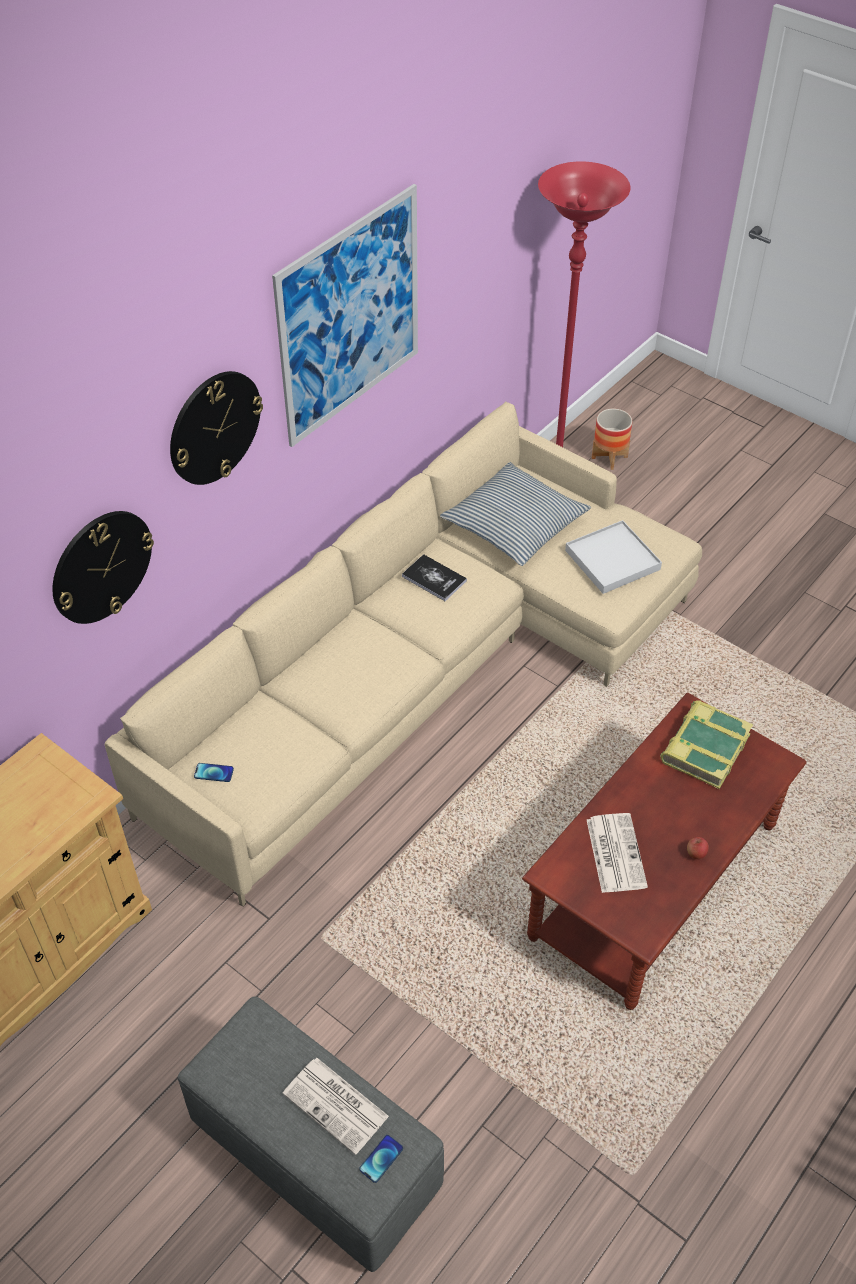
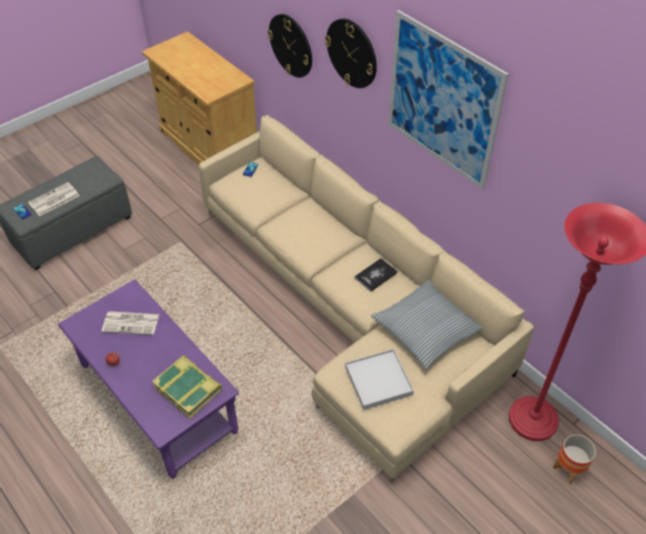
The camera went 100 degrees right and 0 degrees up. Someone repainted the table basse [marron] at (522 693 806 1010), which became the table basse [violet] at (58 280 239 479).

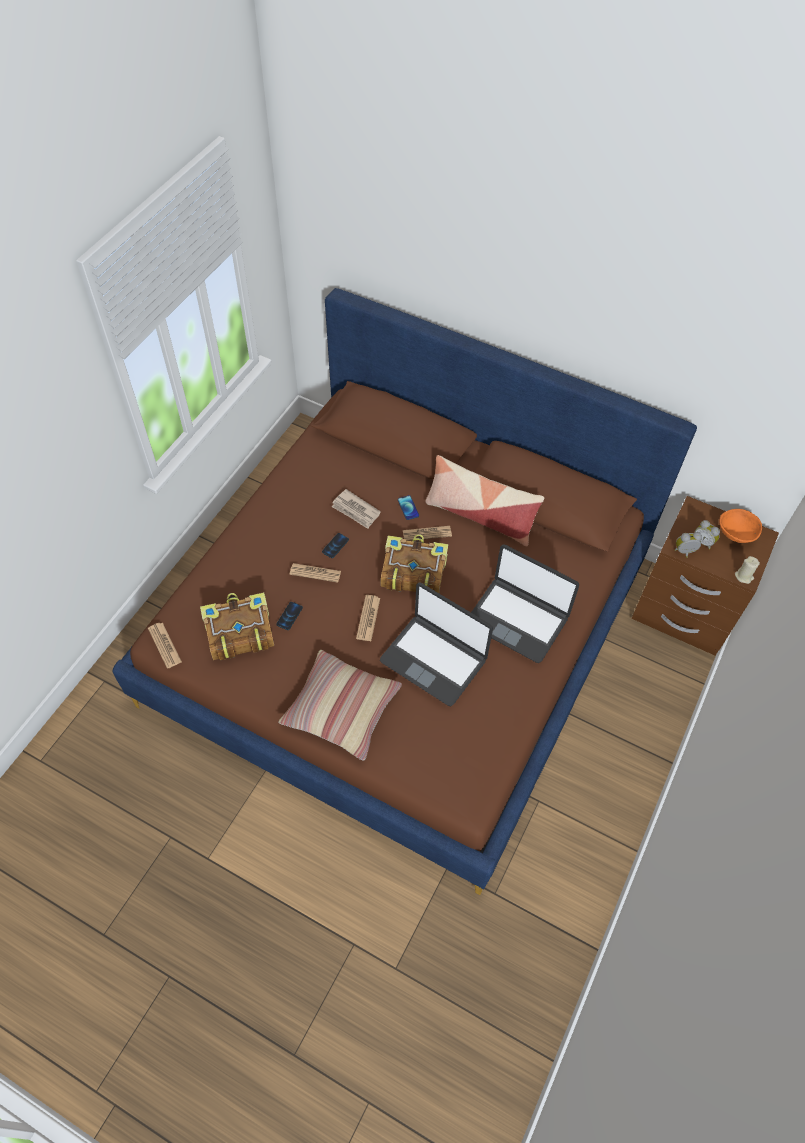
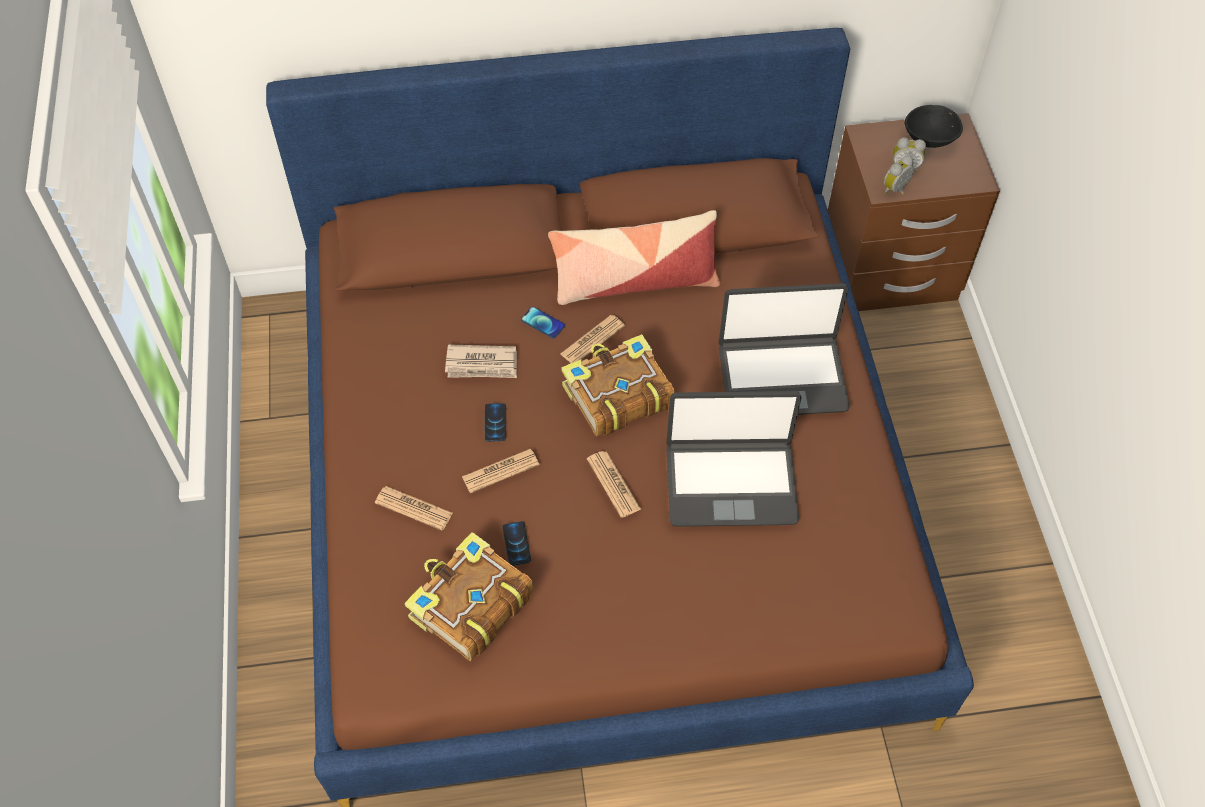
The camera went 35 degrees left and 0 degrees up. Someone took away the coussin at (278 650 402 761). Someone took away the bougie [beige] at (735 556 760 584). Someone carried the journal from (148 623 182 669) to (375 486 453 531). Someone repainted the bol [orange] at (719 509 762 543), which became the bol [noir] at (905 105 963 148).

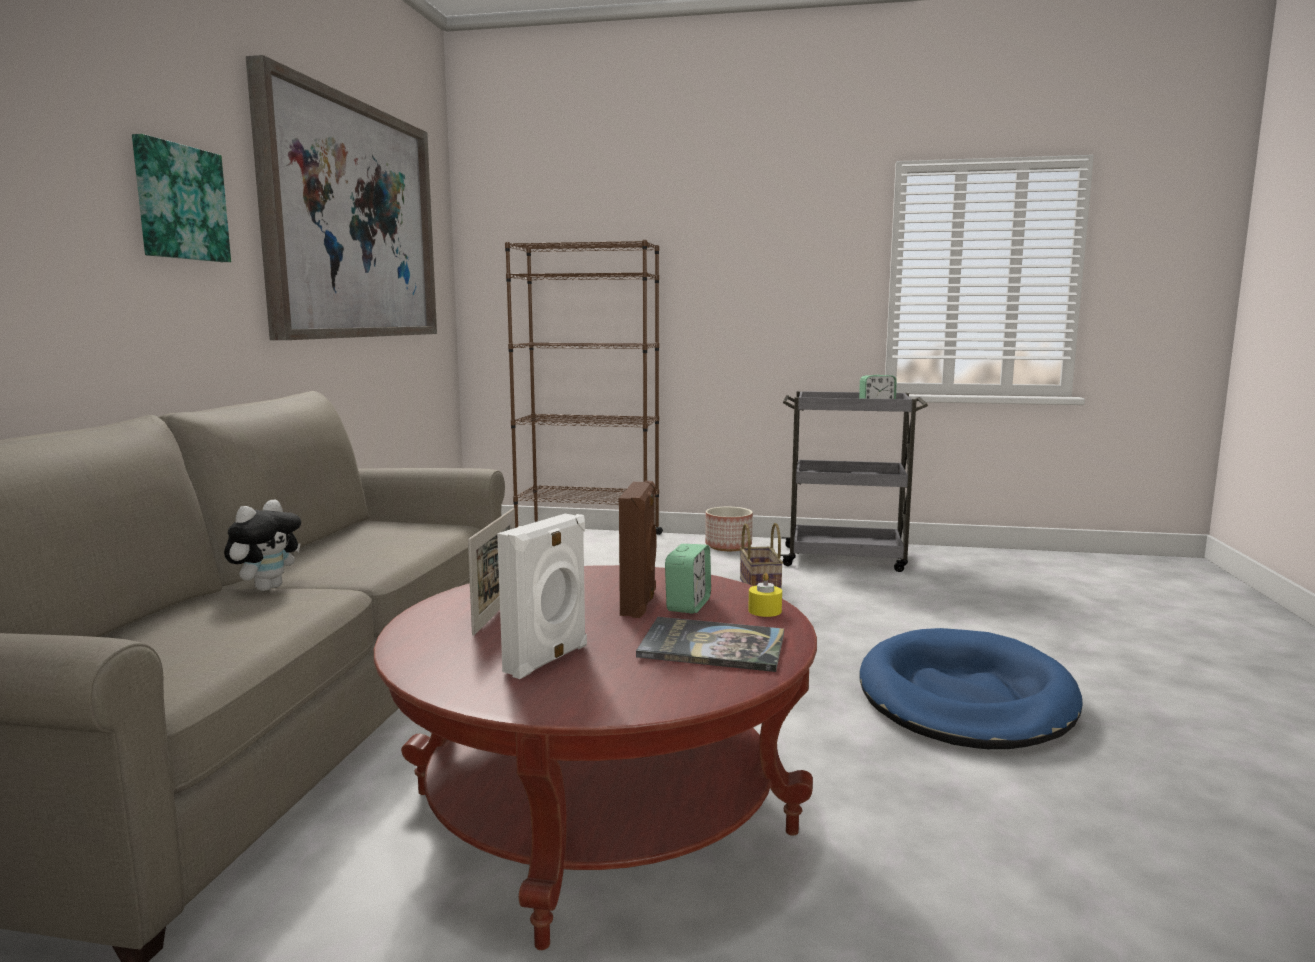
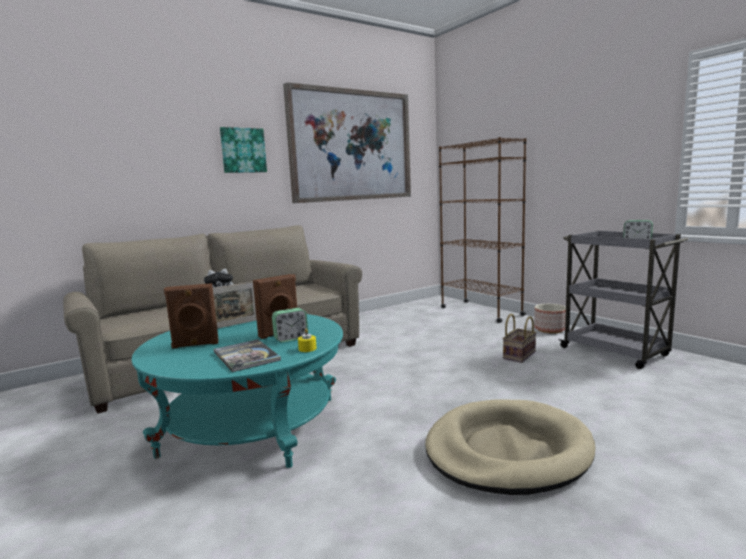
The camera went 45 degrees right and 0 degrees up. Someone repainted the table basse [rouge] at (374 565 817 950), which became the table basse [turquoise] at (131 314 343 468). Someone repainted the enceinte [blanc] at (497 514 587 679), which became the enceinte [marron] at (164 283 219 349). Someone repainted the panier pour chien [bleu] at (860 628 1083 749), which became the panier pour chien [beige] at (425 399 596 495).

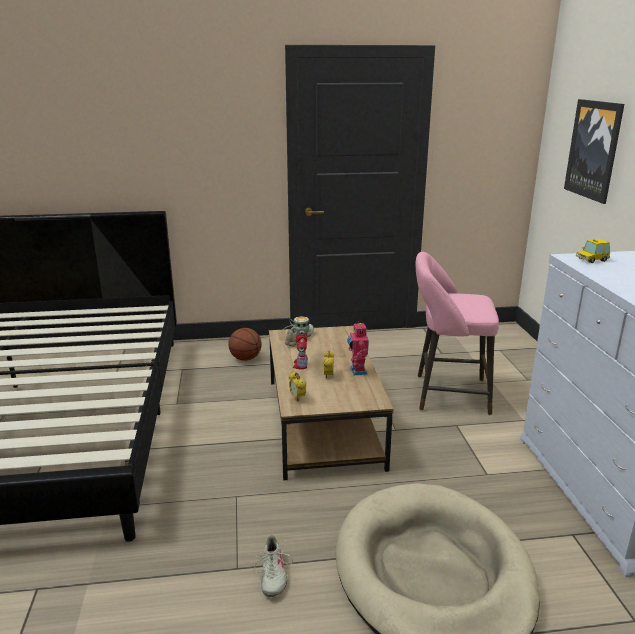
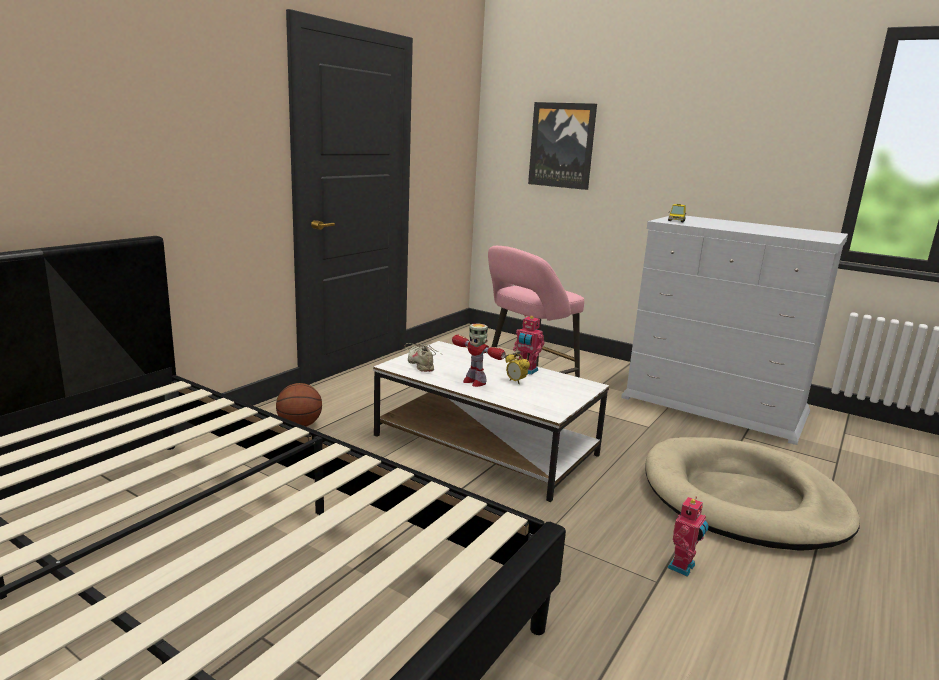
The camera went 50 degrees left and 5 degrees down. Someone took away the réveil at (289 372 306 401). Someone swapped the chaussure [beige] at (253 535 293 597) for the robot jouet at (667 497 709 577). Someone repainted the table basse [marron] at (269 326 393 480), which became the table basse [blanc] at (373 341 609 502).

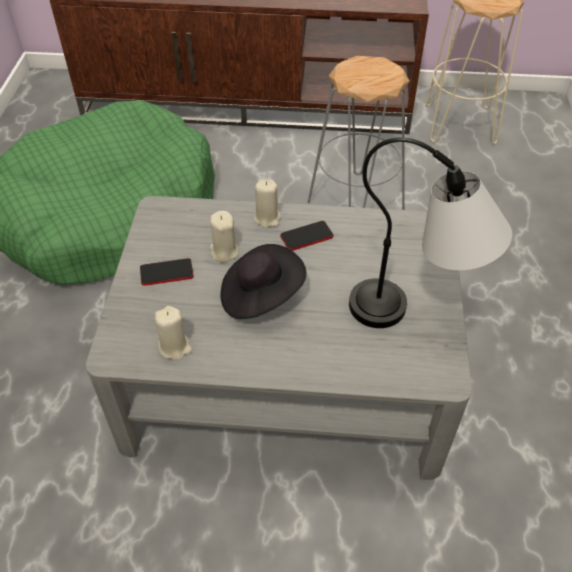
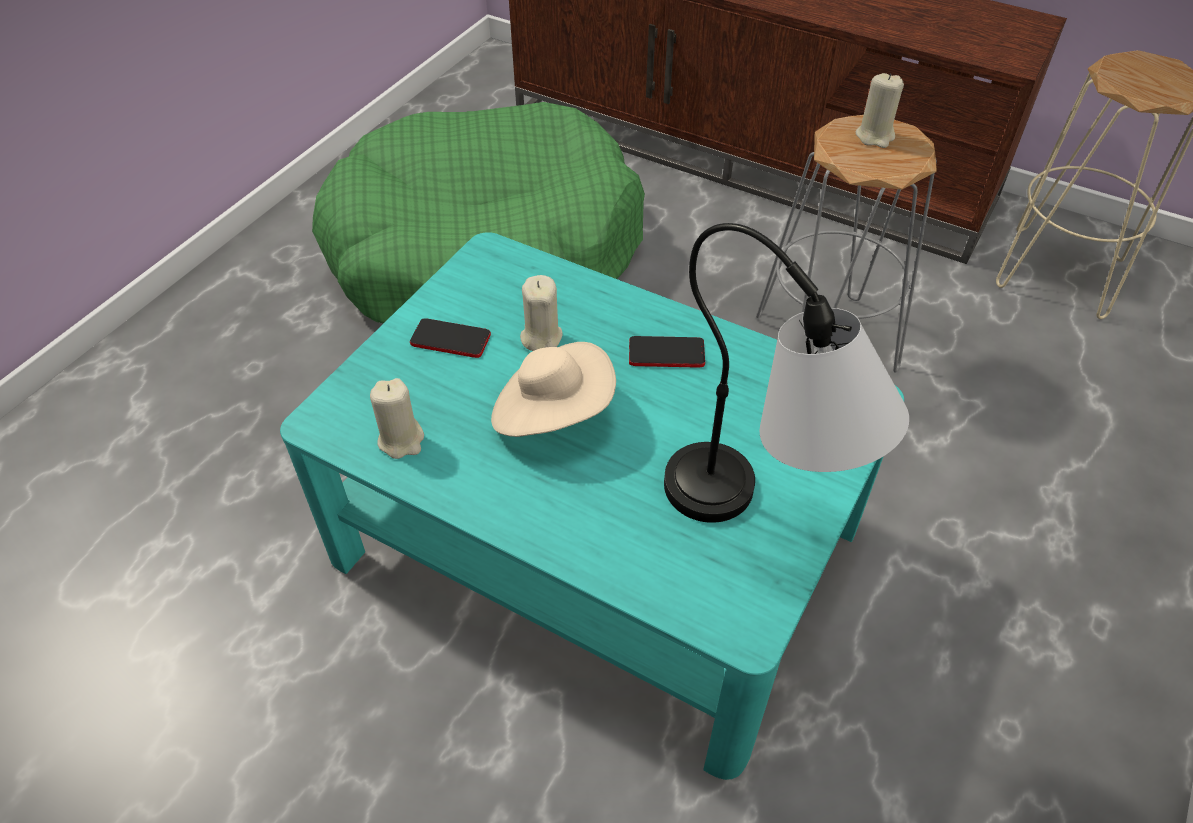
The camera went 25 degrees right and 0 degrees up. Someone carried the bougie [beige] from (254 179 281 228) to (856 73 904 148). Someone repainted the table basse [gris] at (86 196 472 480), which became the table basse [turquoise] at (280 232 904 780). Someone repainted the chapeau [noir] at (221 244 306 319), which became the chapeau [beige] at (491 342 616 437).

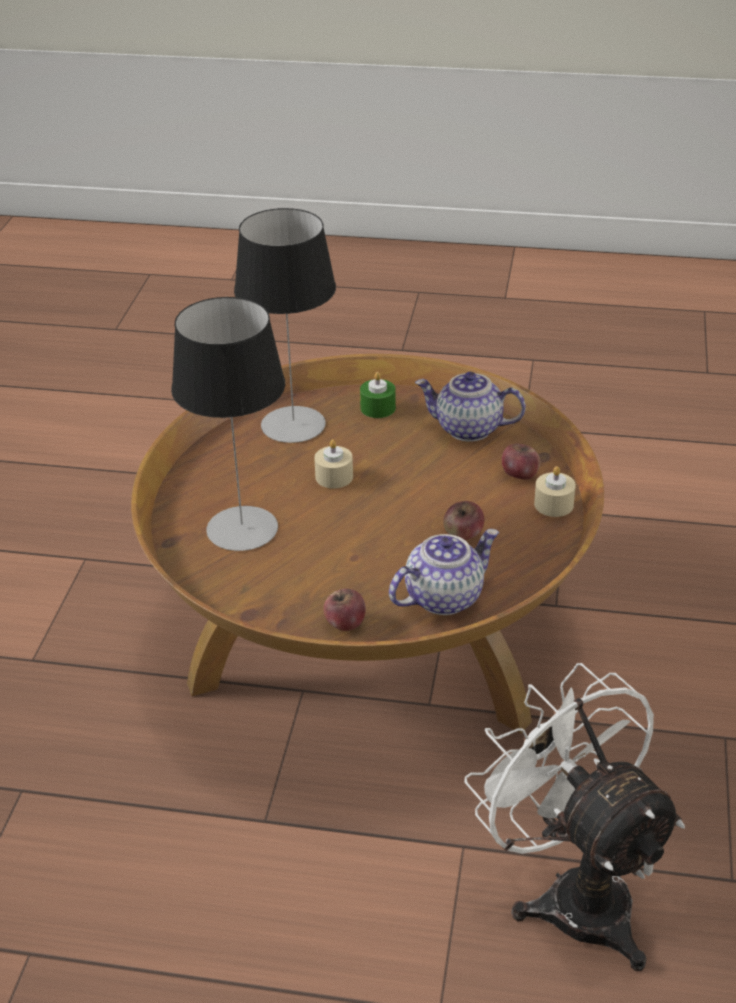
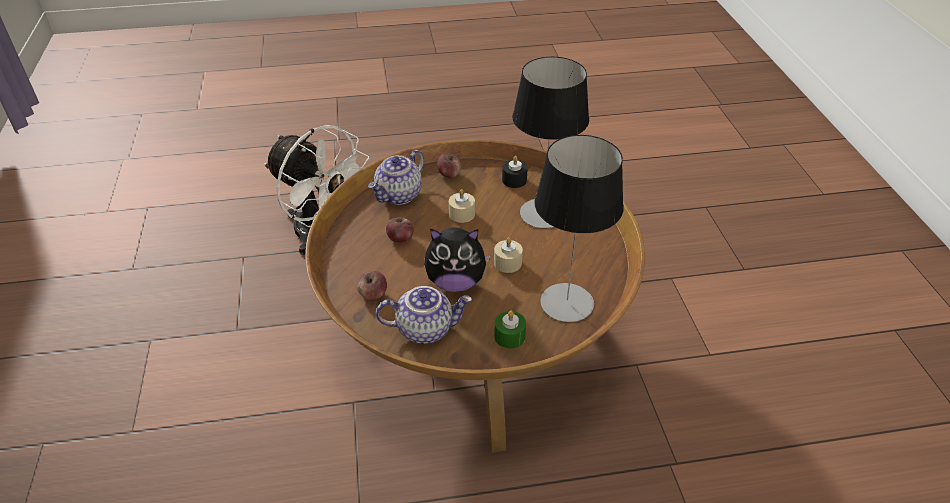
The camera went 160 degrees right and 5 degrees up. Someone put down the peluche at (424 227 491 292). Someone put down the bougie [noir] at (502 156 528 188). Someone carried the bougie [beige] from (534 466 576 517) to (449 189 475 223).

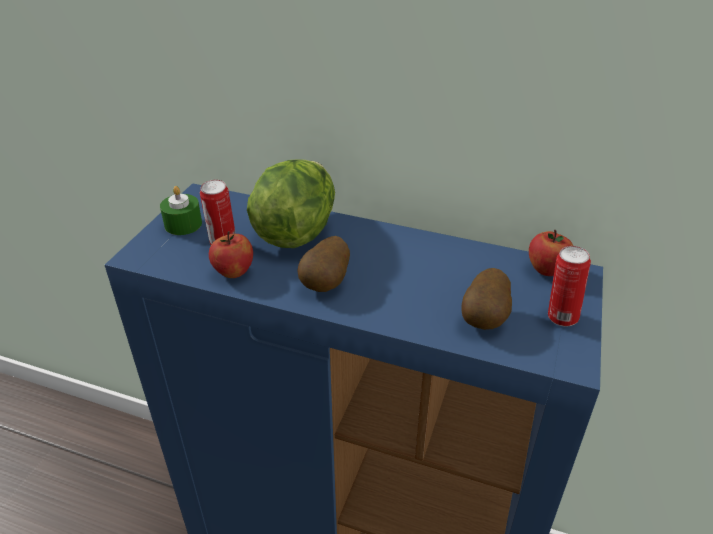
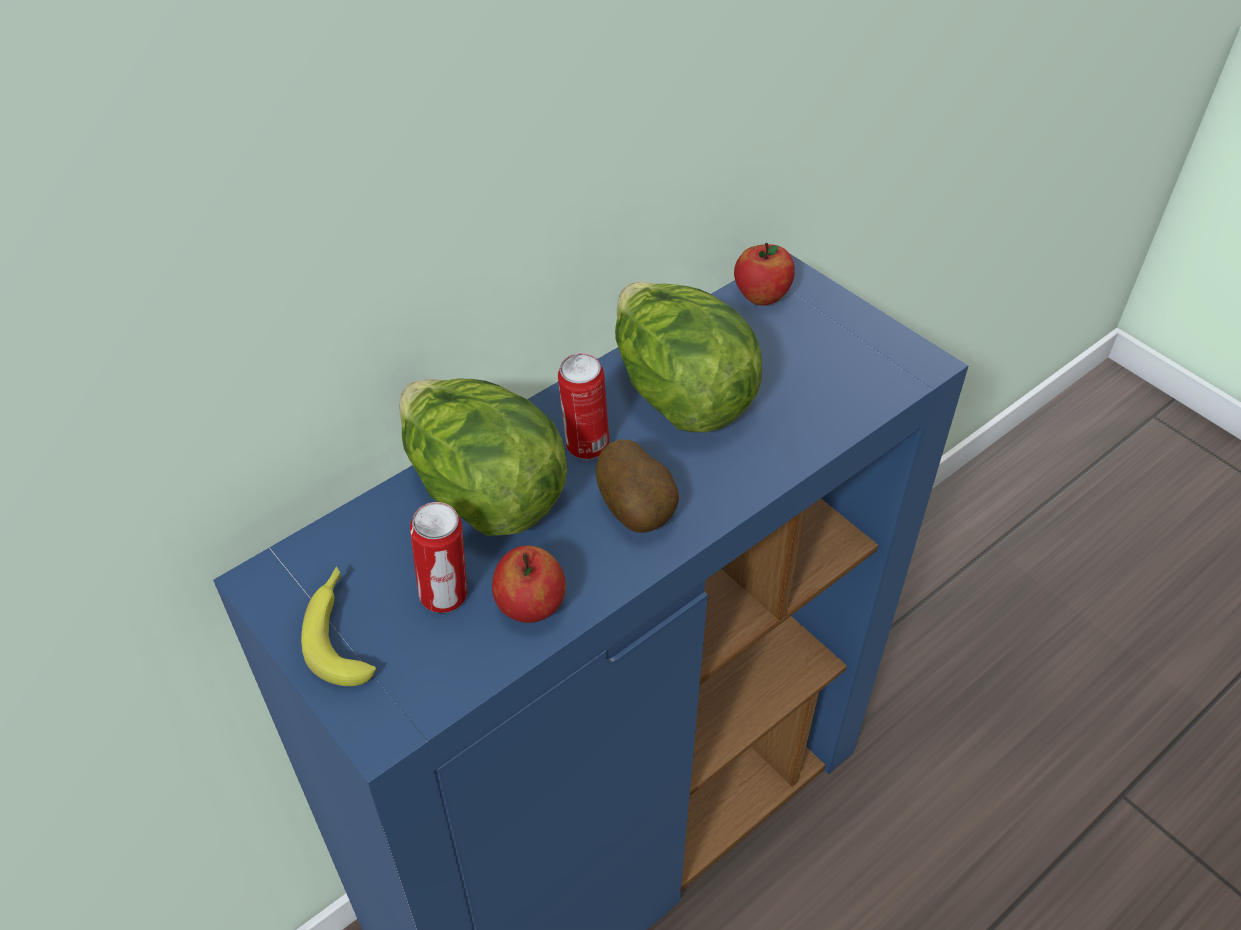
The camera went 60 degrees left and 10 degrees up. Someone took away the pomme de terre at (461 268 512 330). Someone put down the laitue at (615 282 762 432). Someone carried the boîte métallique from (548 246 591 327) to (558 353 609 459). Someone swapped the bougie [vert] at (160 186 202 235) for the banane at (301 566 376 686).

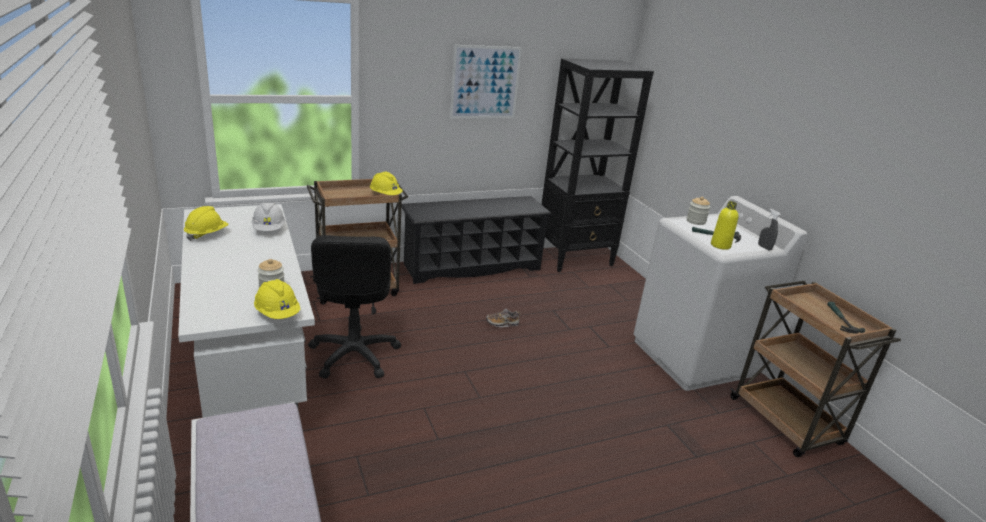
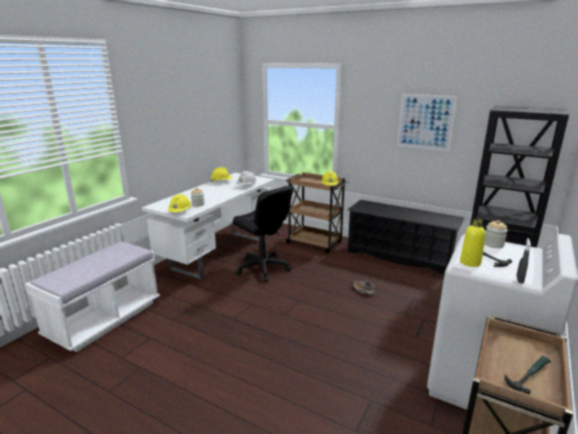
The camera went 55 degrees right and 5 degrees down. Someone rotated the chaise de bureau [noir] at (308 235 401 378) by 90 degrees counterclockwise.

